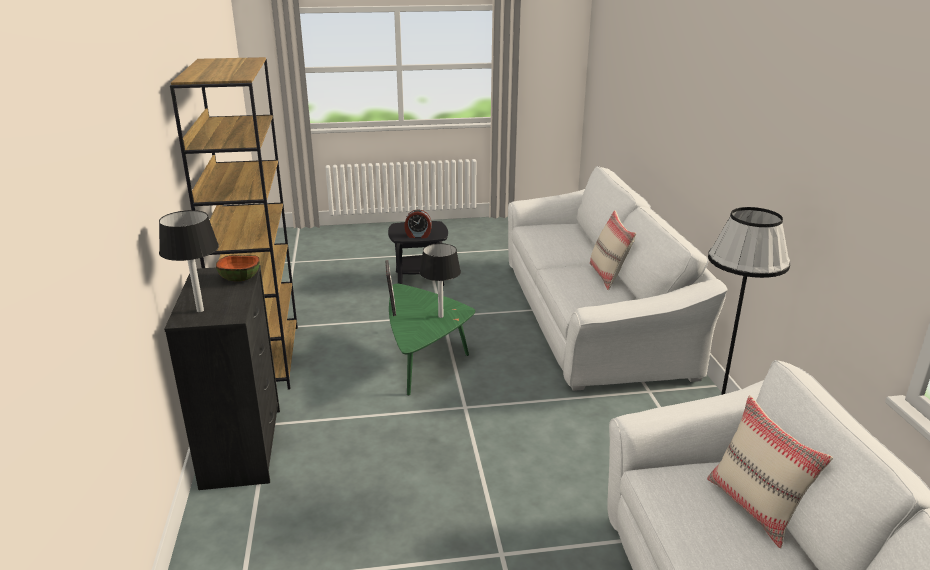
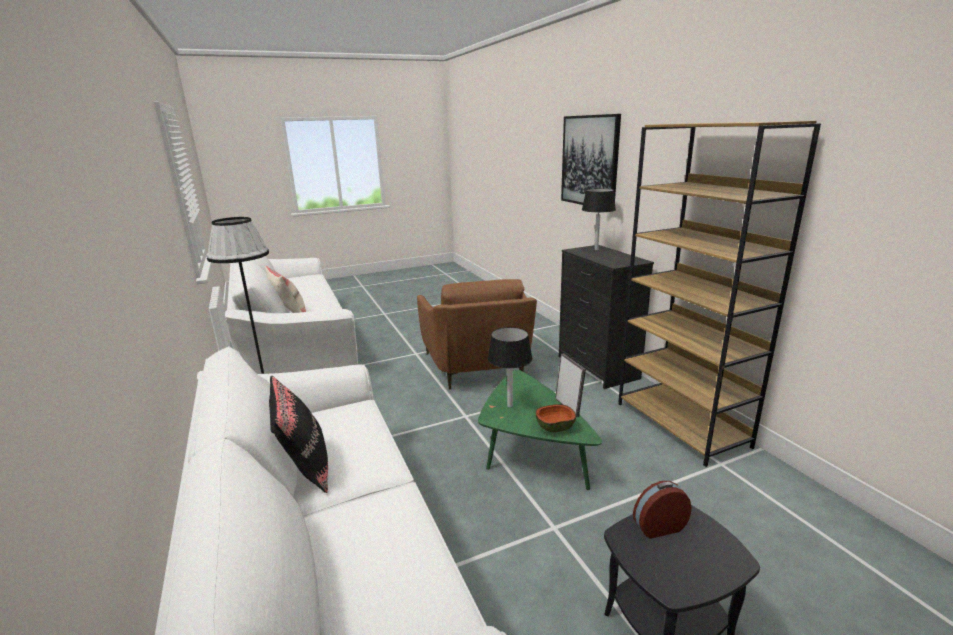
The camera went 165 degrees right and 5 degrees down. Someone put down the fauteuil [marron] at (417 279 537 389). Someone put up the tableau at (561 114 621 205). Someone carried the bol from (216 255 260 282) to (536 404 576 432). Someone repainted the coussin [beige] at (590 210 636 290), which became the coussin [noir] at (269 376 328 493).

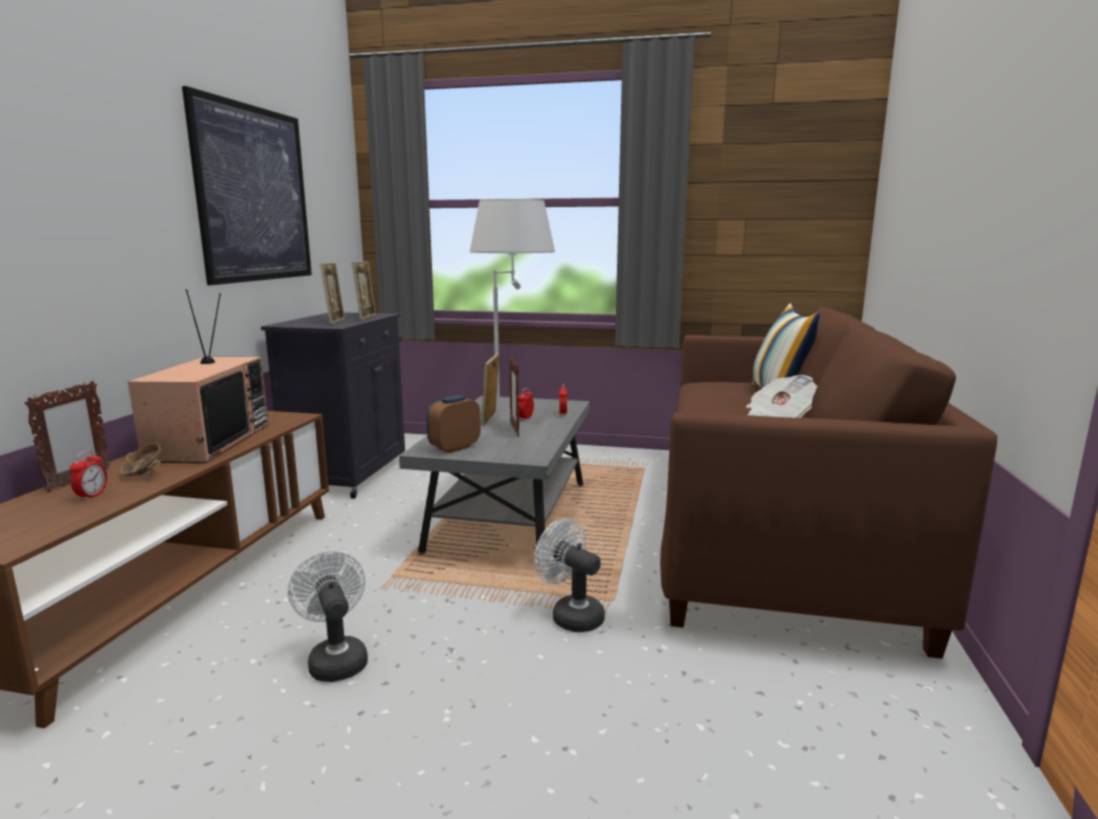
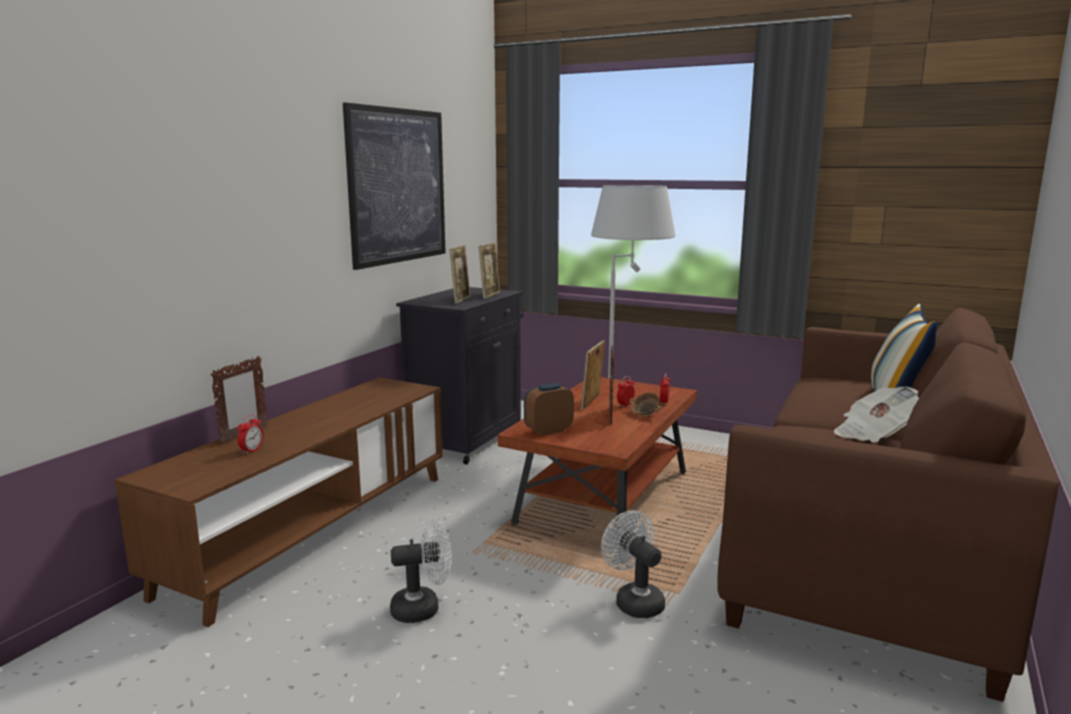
The camera went 15 degrees right and 0 degrees up. Someone took away the téléviseur at (128 289 268 463). Someone carried the bol from (121 443 161 476) to (629 392 662 416). Someone repainted the table basse [gris] at (399 396 590 565), which became the table basse [marron] at (498 377 697 548). Someone rotated the ventilateur [blanc] at (288 551 368 682) by 90 degrees clockwise.

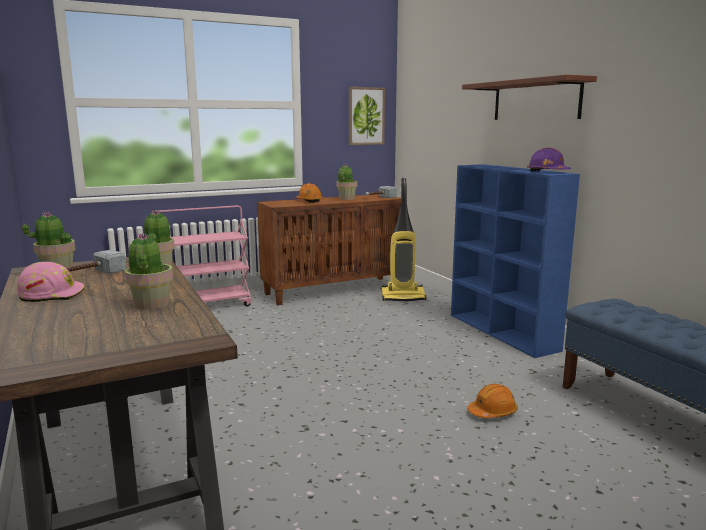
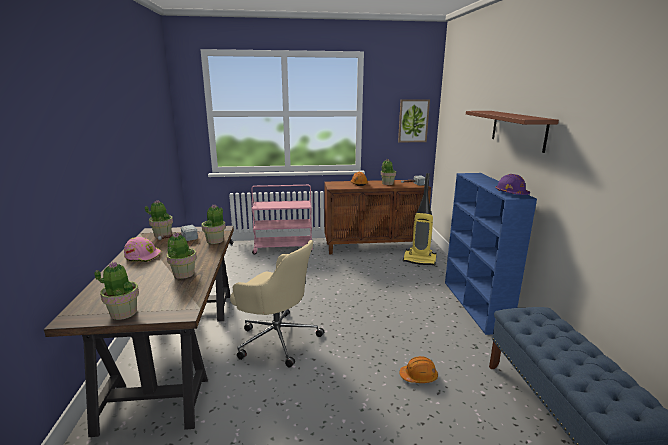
The camera went 20 degrees right and 5 degrees up. Someone put down the plante en pot at (94 262 139 320). Someone put down the chaise de bureau [beige] at (230 240 324 368).

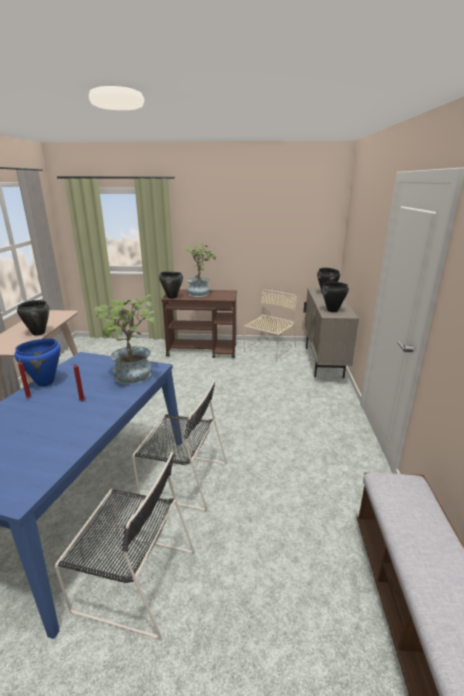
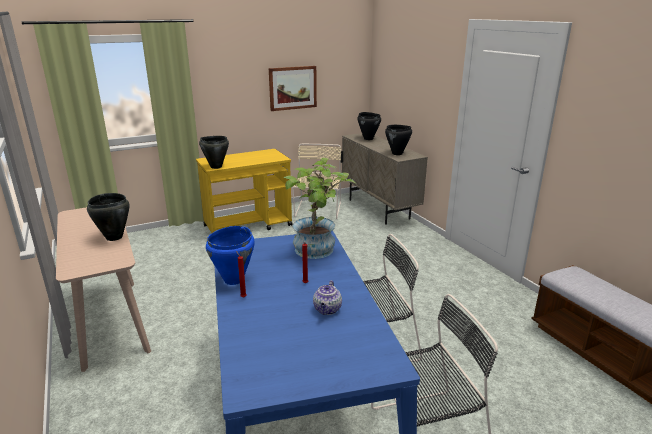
The camera went 30 degrees left and 0 degrees up. Someone took away the plante en pot at (182 243 216 297). Someone put up the tableau at (269 66 317 111). Someone put down the théière at (313 280 342 315). Someone repainted the chariot [marron] at (161 289 237 358), which became the chariot [jaune] at (196 149 293 233).

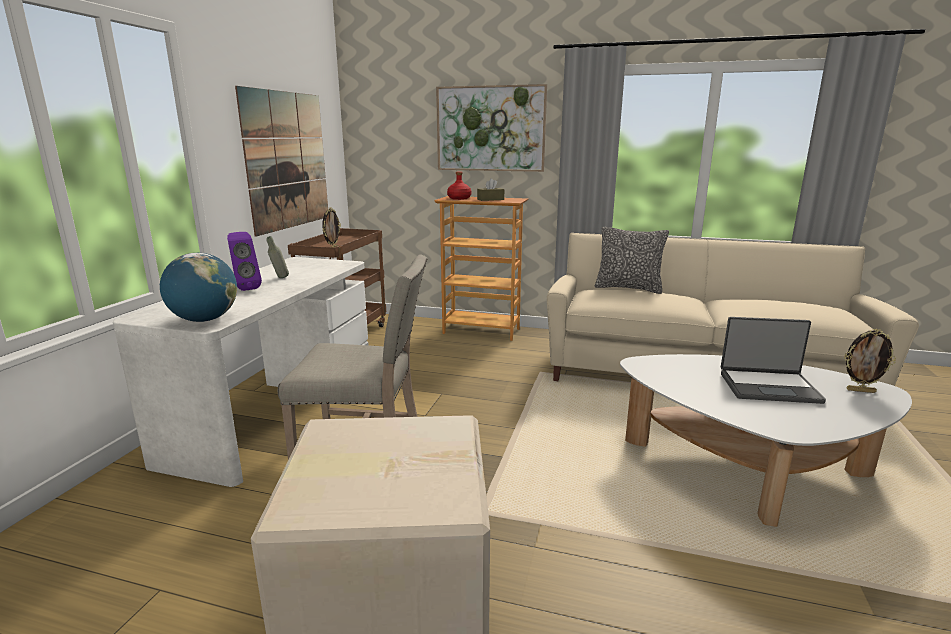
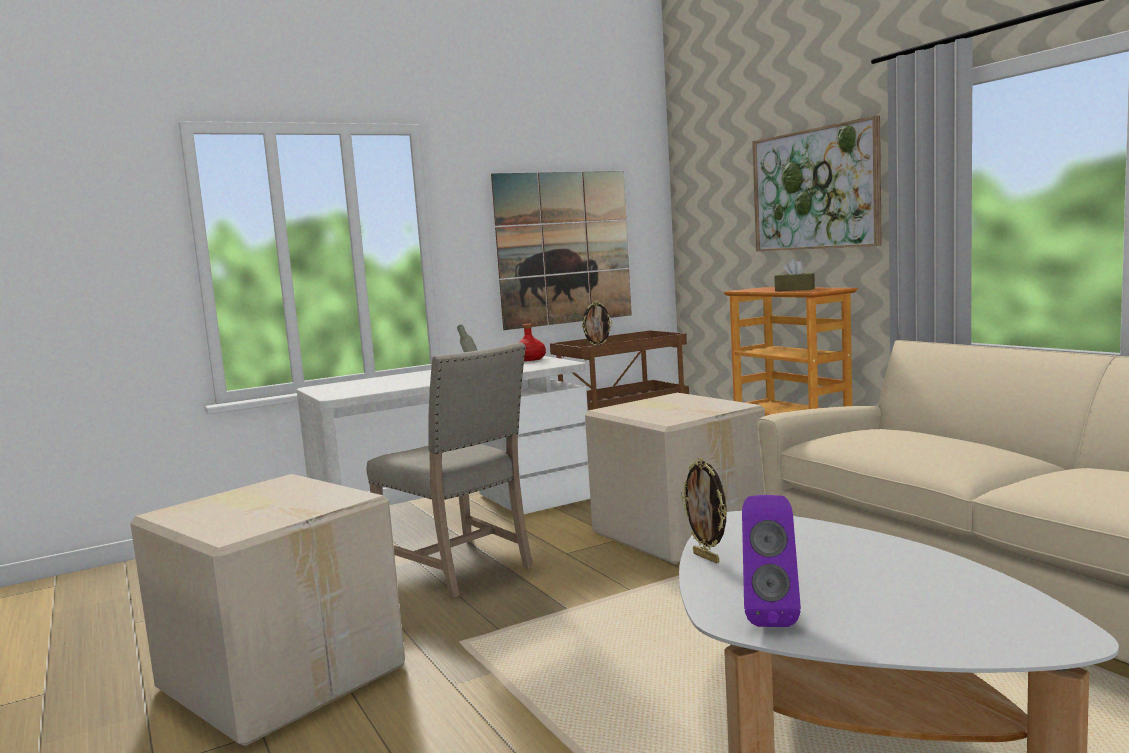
The camera went 45 degrees right and 10 degrees down. Someone took away the globe at (160 253 237 322). Someone took away the coussin at (595 227 669 294). Someone took away the ordinateur portable at (721 317 826 404). Someone put down the carton at (585 393 765 564). Someone carried the enceinte [violet] from (227 232 262 291) to (742 495 801 627). Someone carried the bouteille [rouge] from (447 172 471 200) to (517 324 546 361). Someone carried the cadre photo from (844 329 896 393) to (681 458 727 563).

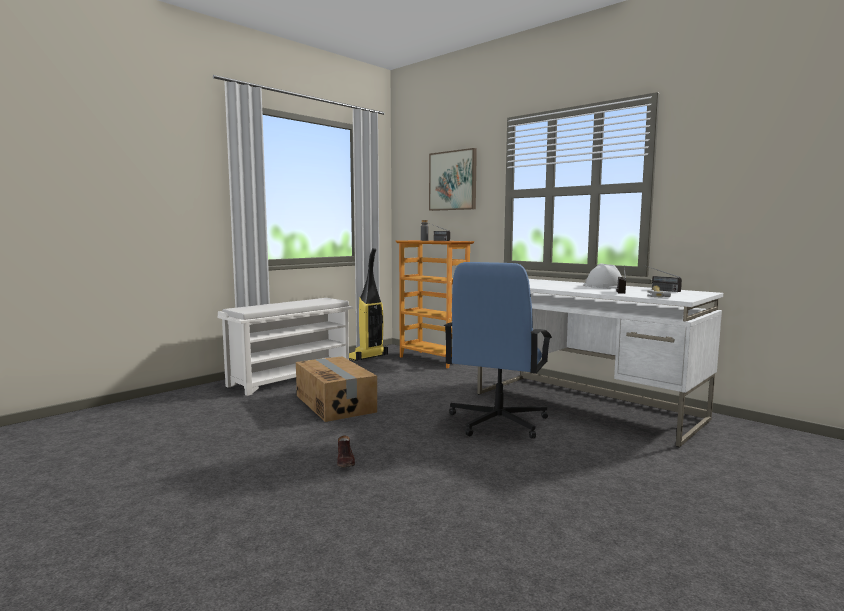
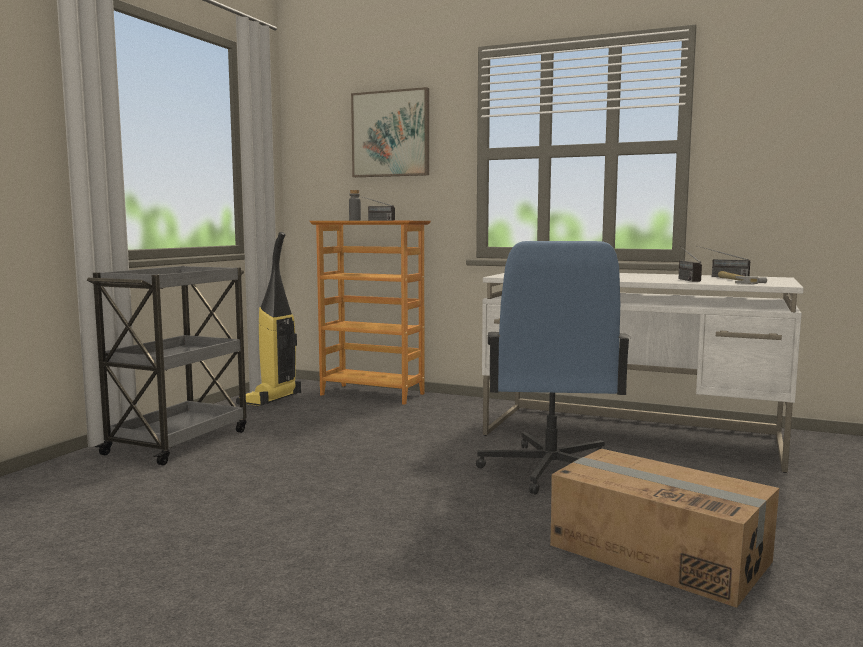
The camera went 20 degrees left and 0 degrees up. Someone took away the chaussure [marron] at (337 435 355 468). Someone took away the casque de chantier [blanc] at (583 263 622 289). Someone carried the carton from (296 356 377 422) to (550 449 779 608). Someone swapped the étagère à chaussures [blanc] at (217 298 353 396) for the chariot [gris] at (87 266 247 465).

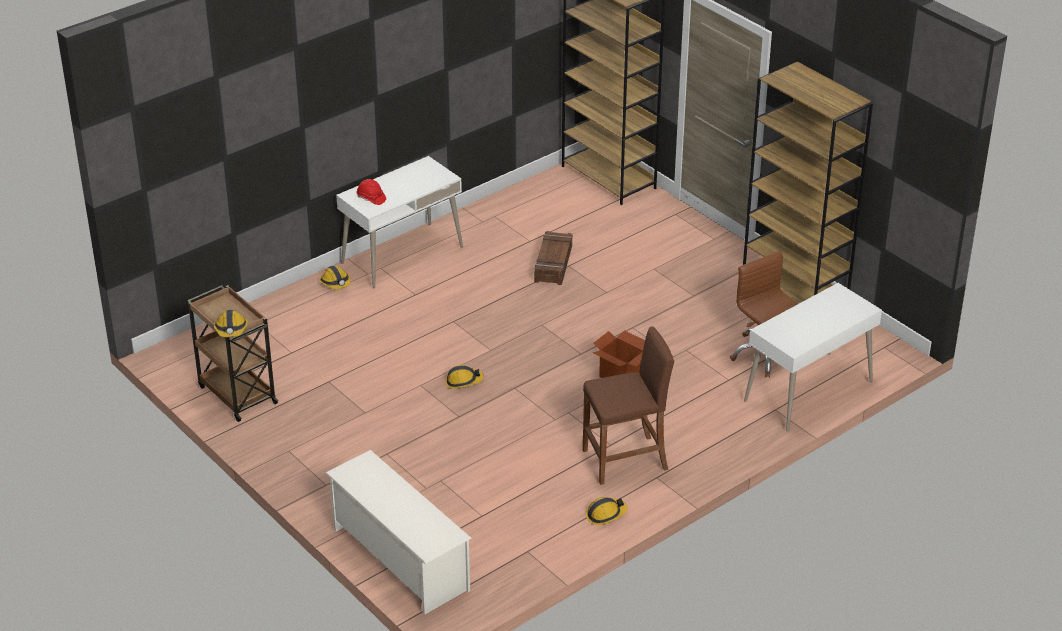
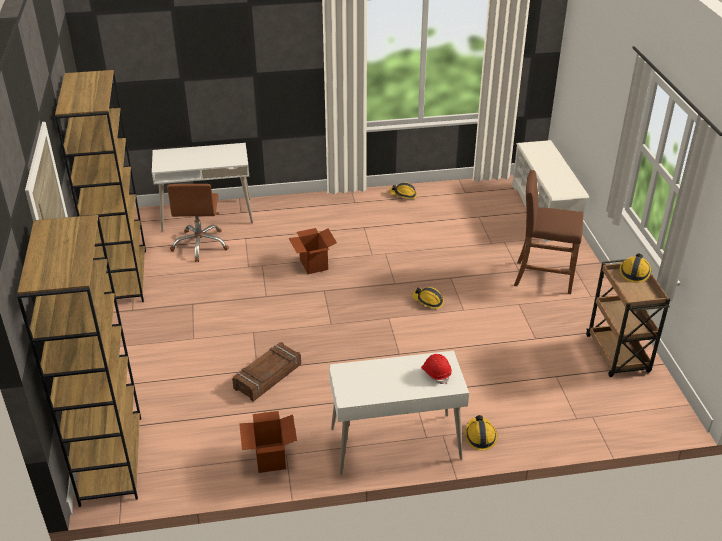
The camera went 150 degrees left and 0 degrees up. Someone put down the carton at (239 411 297 473). Someone carried the tabouret [marron] from (583 326 674 485) to (514 170 584 294).

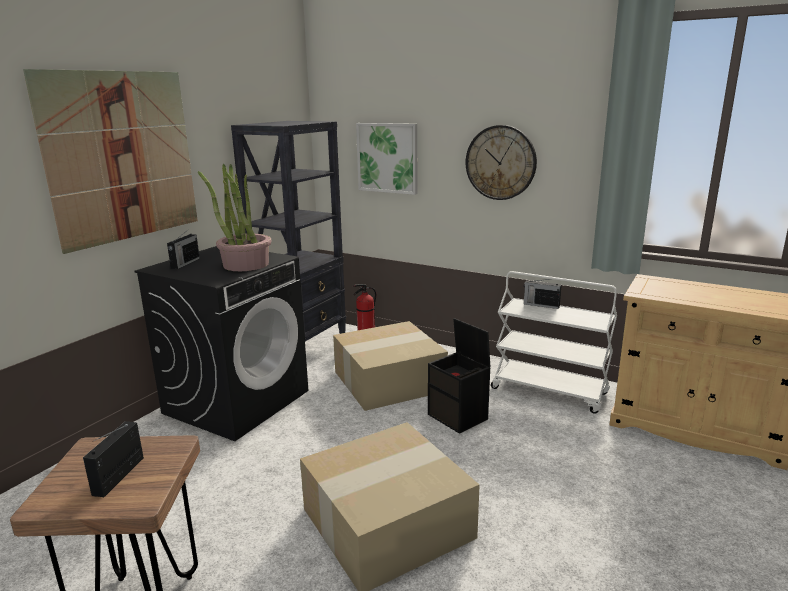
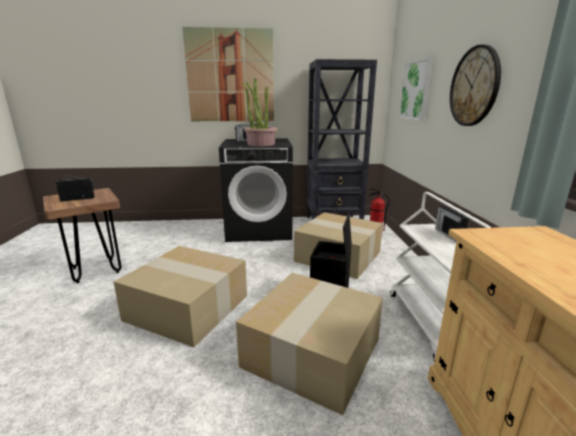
The camera went 55 degrees right and 0 degrees up. Someone put down the carton at (236 273 383 415).

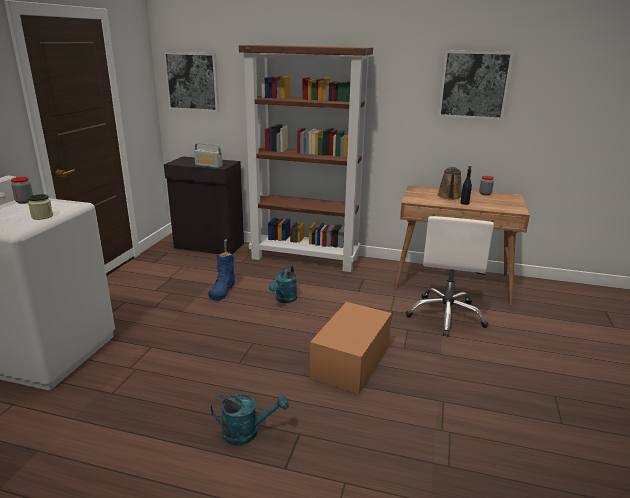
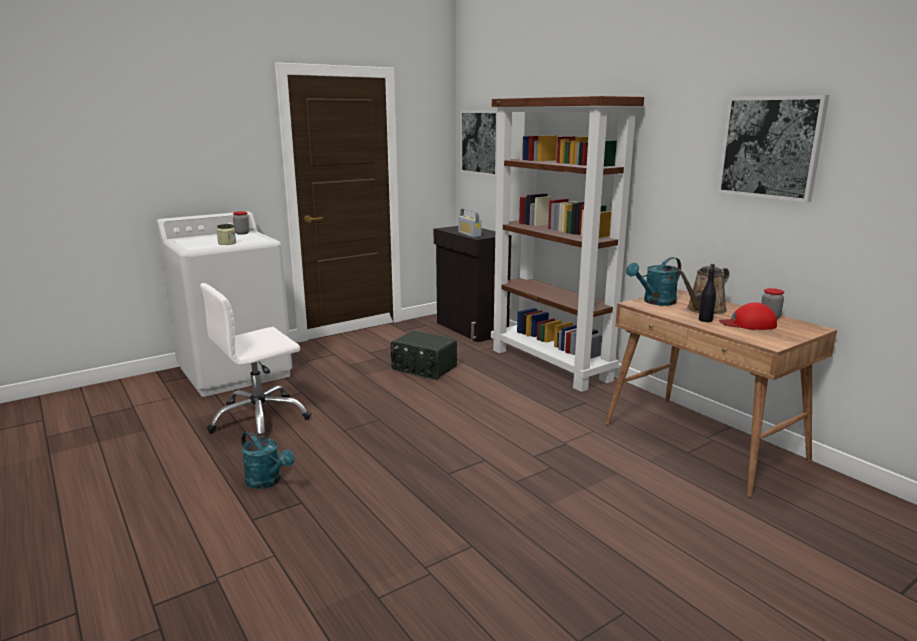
The camera went 40 degrees right and 5 degrees down. Someone took away the carton at (310 302 392 394). Someone put down the casquette [rouge] at (719 302 777 330). Someone carried the arrosoir [turquoise] from (269 266 297 303) to (626 257 681 306). Someone carried the chaise de bureau [blanc] from (406 216 494 337) to (200 283 311 438). Someone swapped the botte [bleu] at (208 252 235 300) for the radio at (391 331 457 380).

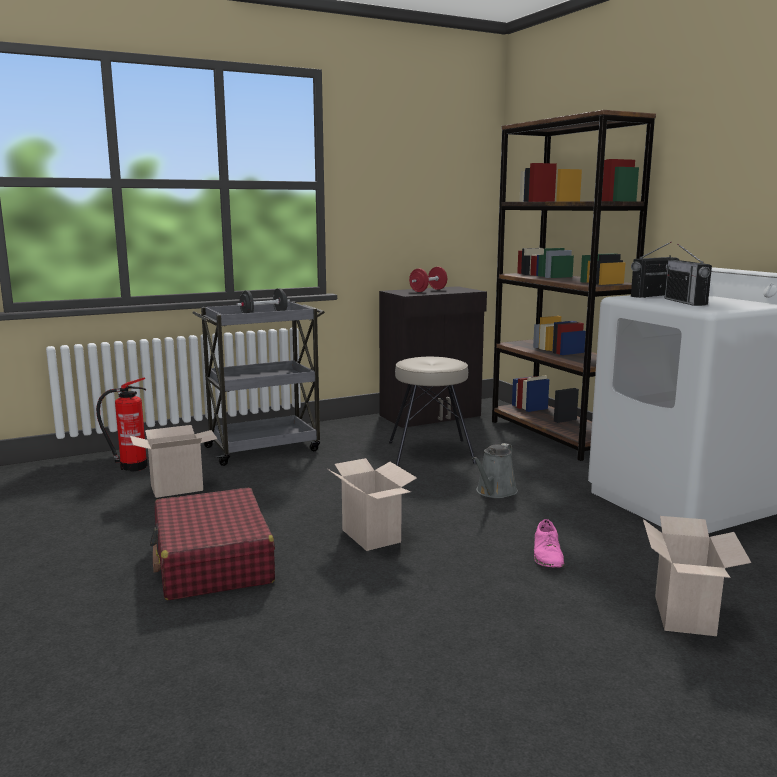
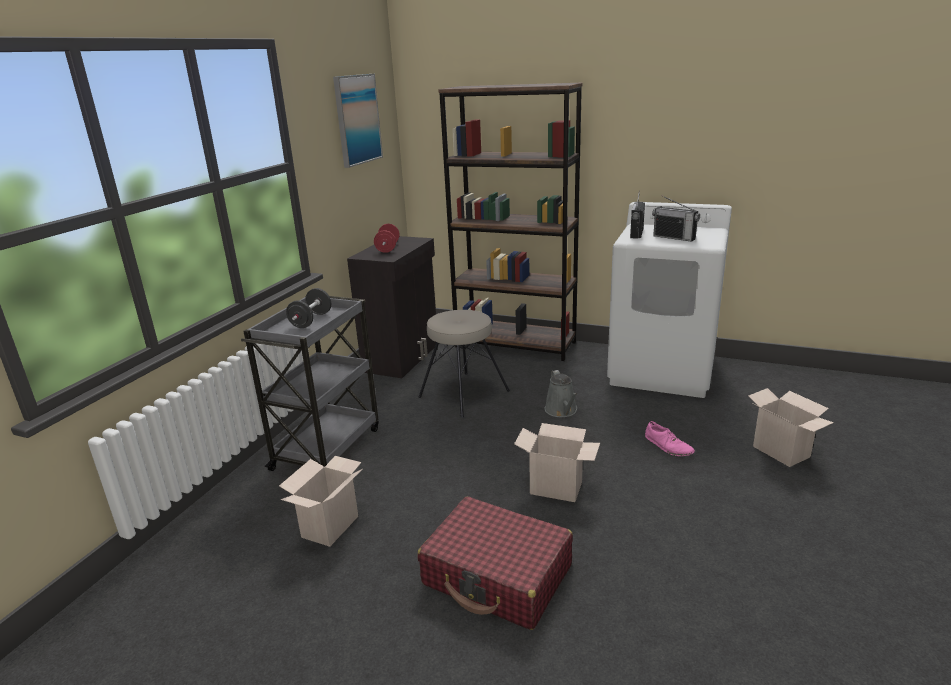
The camera went 40 degrees left and 10 degrees up. Someone took away the extincteur at (96 377 148 472). Someone put up the tableau at (333 74 383 168).

